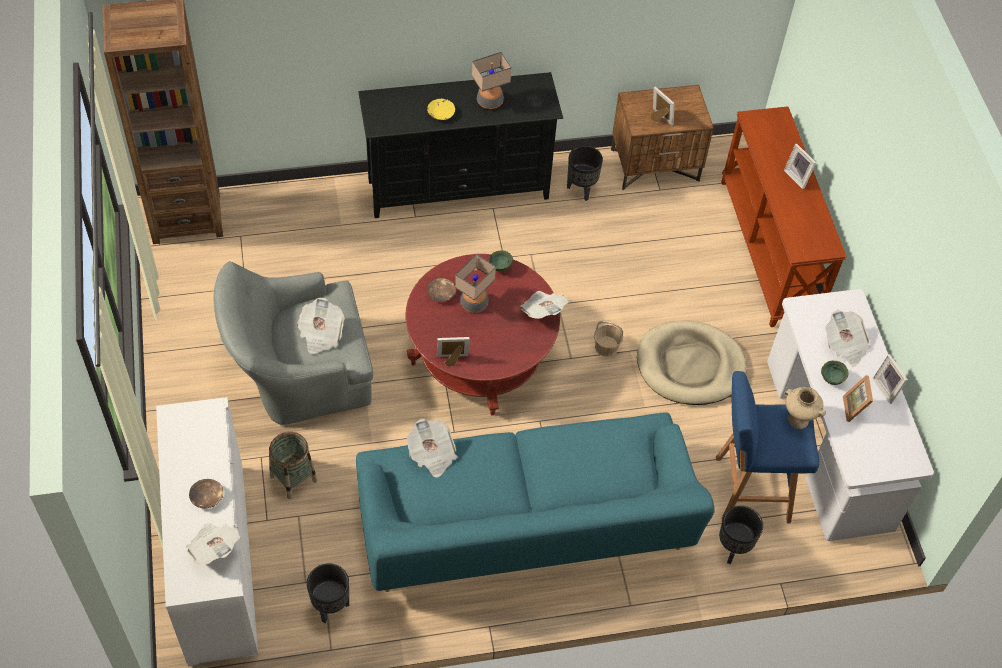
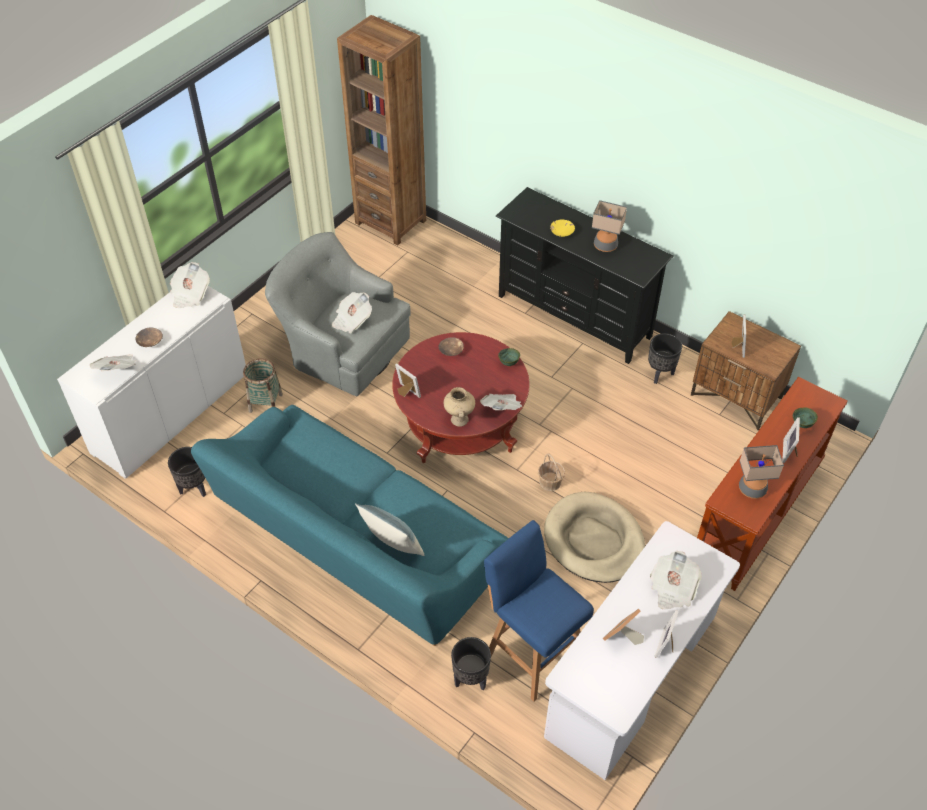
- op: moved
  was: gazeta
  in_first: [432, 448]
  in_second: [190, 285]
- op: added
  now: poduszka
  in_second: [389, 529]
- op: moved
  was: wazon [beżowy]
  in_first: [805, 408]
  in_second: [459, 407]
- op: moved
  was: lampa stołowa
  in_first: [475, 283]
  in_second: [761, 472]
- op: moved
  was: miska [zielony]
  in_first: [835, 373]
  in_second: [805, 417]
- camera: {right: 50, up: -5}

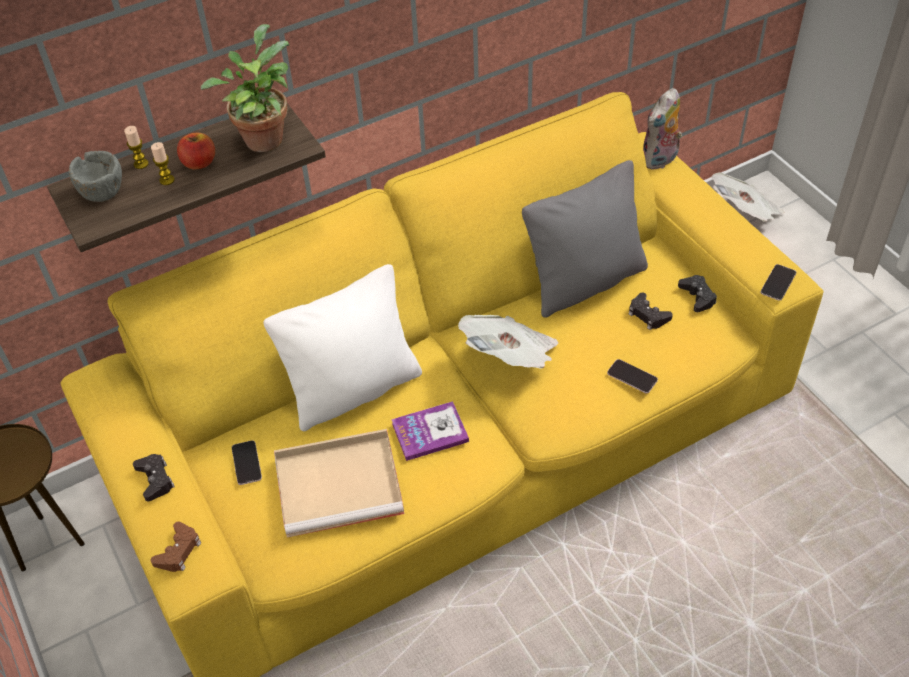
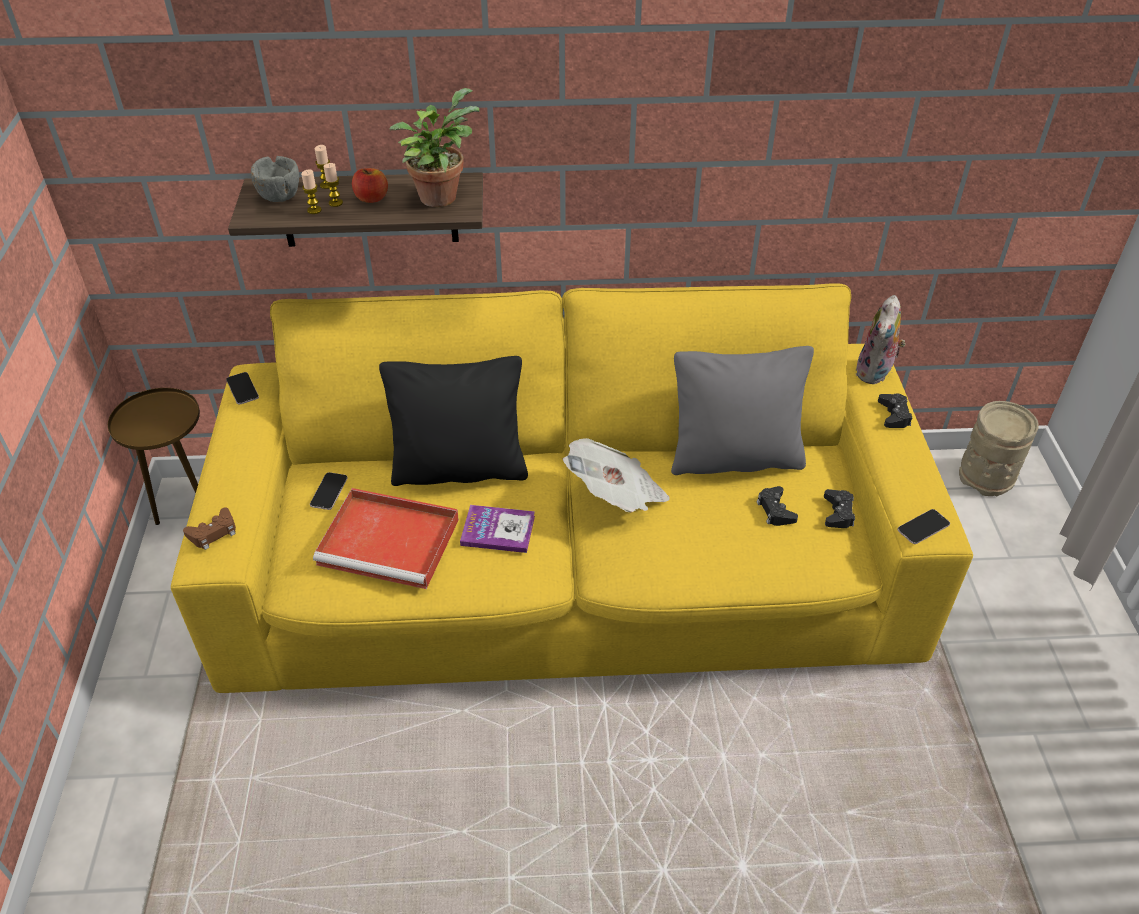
- op: moved
  was: telefon
  in_first: [632, 376]
  in_second: [242, 388]
- op: added
  now: świeca
  in_second: [311, 191]
- op: recoloured
  was: taca [beżowy]
  now: taca [czerwony]
  in_first: [339, 483]
  in_second: [386, 538]
- op: recoloured
  was: poduszka [biały]
  now: poduszka [czarny]
  in_first: [343, 347]
  in_second: [453, 421]
- op: turned
  was: pluszak
  in_first: [662, 129]
  in_second: [881, 339]
  clockwise: -45
- op: moved
  was: pad do gier [czarny]
  in_first: [154, 477]
  in_second: [895, 410]
- op: replaced
  was: gazeta
  now: wazon [beżowy]
  in_first: [747, 197]
  in_second: [999, 449]
- camera: {right: 25, up: -5}

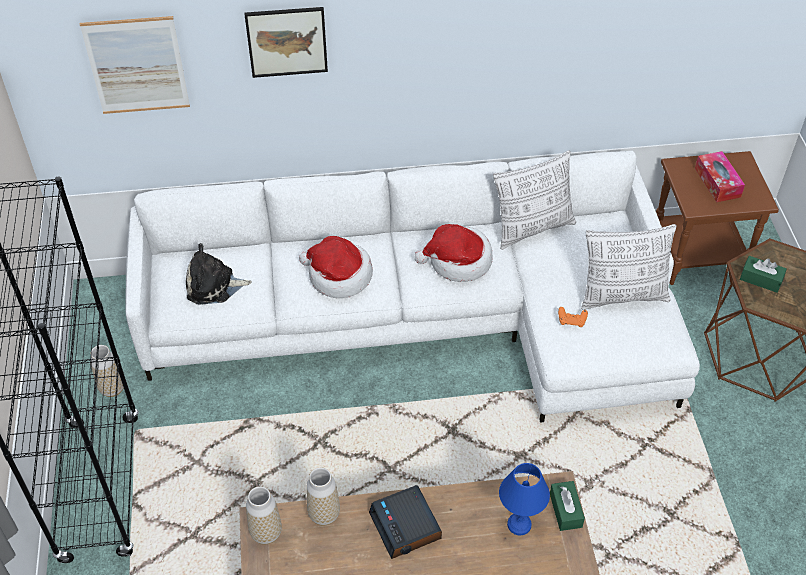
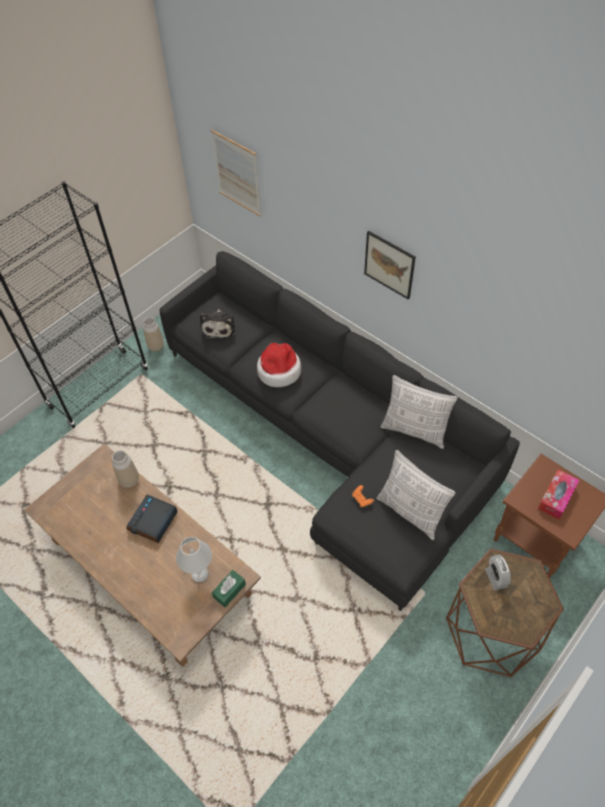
- op: recoloured
  was: kanapa [biały]
  now: kanapa [czarny]
  in_first: [413, 287]
  in_second: [340, 431]
- op: recoloured
  was: lampa stołowa [niebieski]
  now: lampa stołowa [biały]
  in_first: [524, 499]
  in_second: [194, 559]
- op: turned
  was: pluszak
  in_first: [219, 274]
  in_second: [217, 324]
  clockwise: -135
- op: moved
  was: obraz
  in_first: [286, 42]
  in_second: [390, 265]
- op: replaced
  was: pudełko chusteczek [zielony]
  now: budzik
  in_first: [763, 274]
  in_second: [498, 572]
- op: removed
  was: wazon
  in_first: [264, 515]
- op: removed
  was: kapelusz
  in_first: [453, 253]
- camera: {right: 50, up: 5}

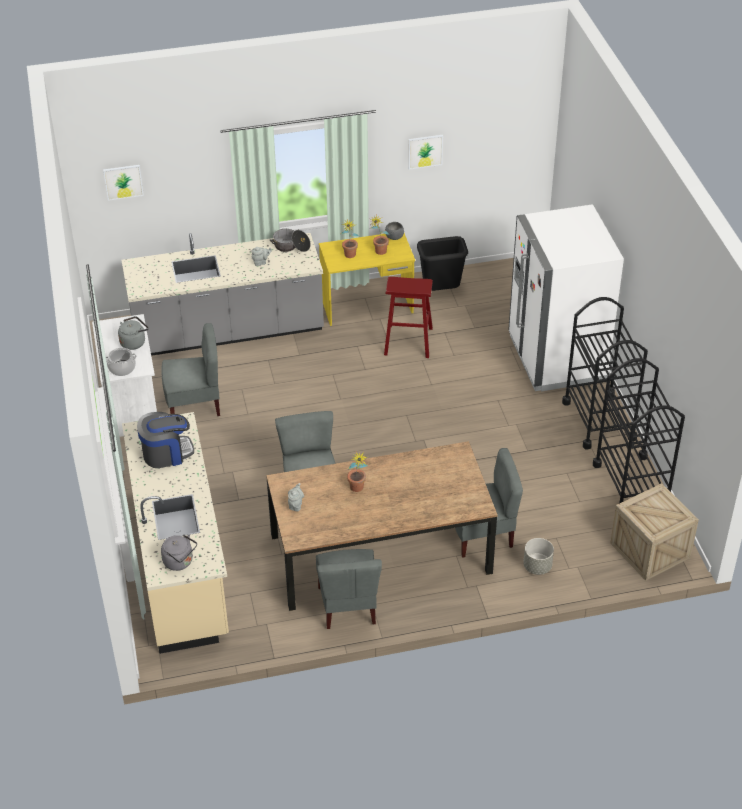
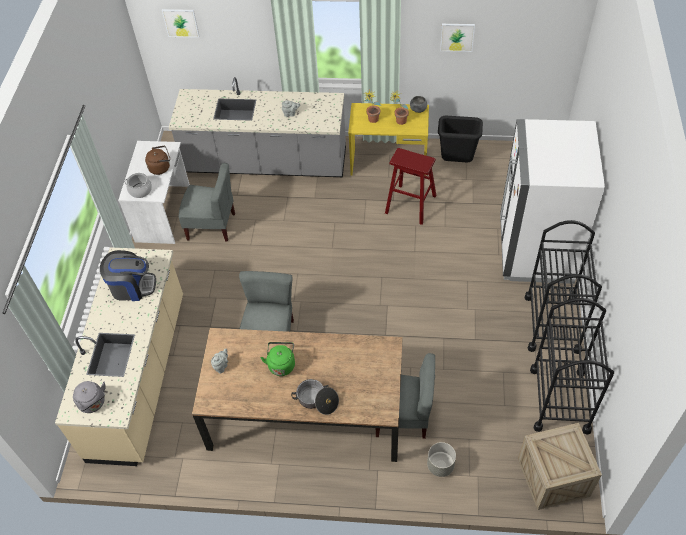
- op: recoloured
  was: czajnik [szary]
  now: czajnik [brązowy]
  in_first: [133, 333]
  in_second: [157, 160]
- op: replaced
  was: roślina doniczkowa
  now: czajnik [zielony]
  in_first: [358, 472]
  in_second: [277, 359]
- op: moved
  was: garnek
  in_first: [290, 240]
  in_second: [315, 397]
- op: removed
  was: krzesło [szary]
  in_first: [349, 589]
- camera: {right: 20, up: 10}

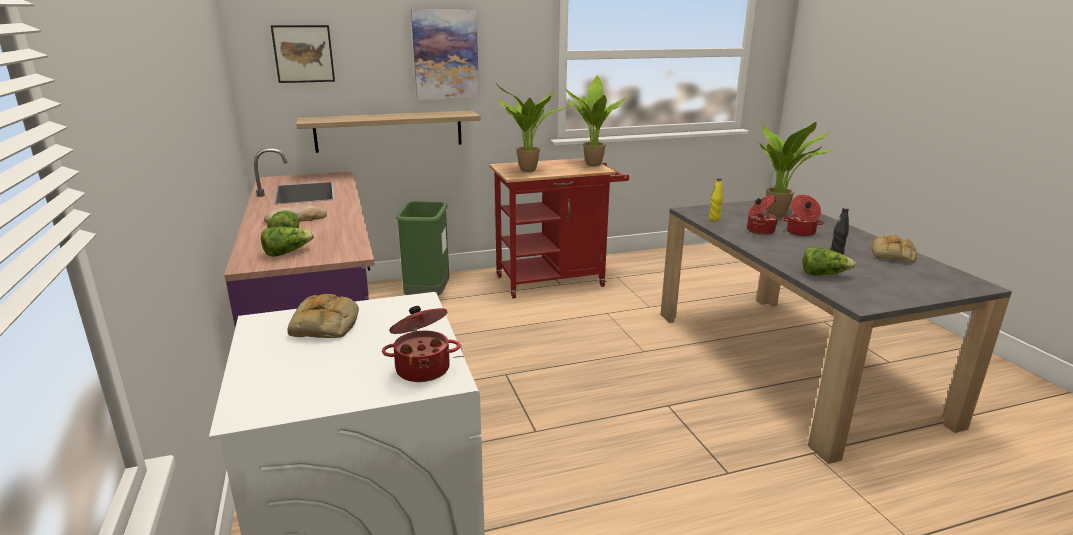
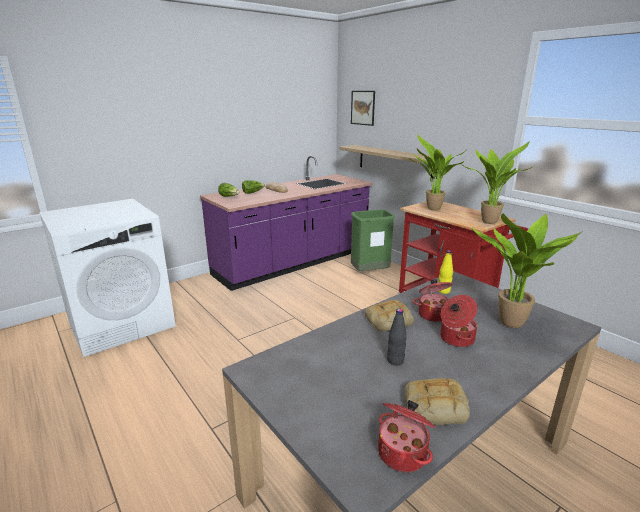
- op: moved
  was: chleb
  in_first: [323, 316]
  in_second: [389, 316]
- op: moved
  was: garnek
  in_first: [421, 344]
  in_second: [407, 436]
- op: removed
  was: obraz
  in_first: [445, 55]
- op: removed
  was: sałata
  in_first: [829, 261]
- camera: {right: 70, up: 0}

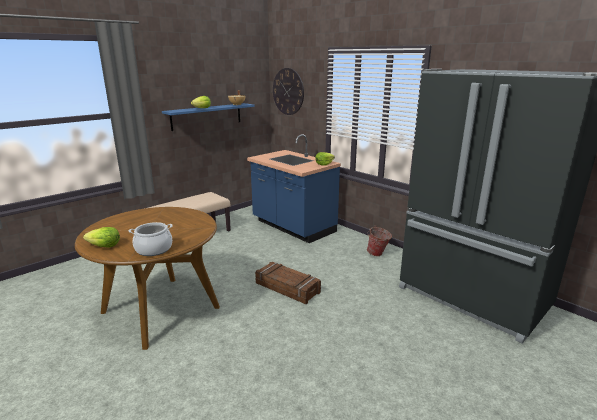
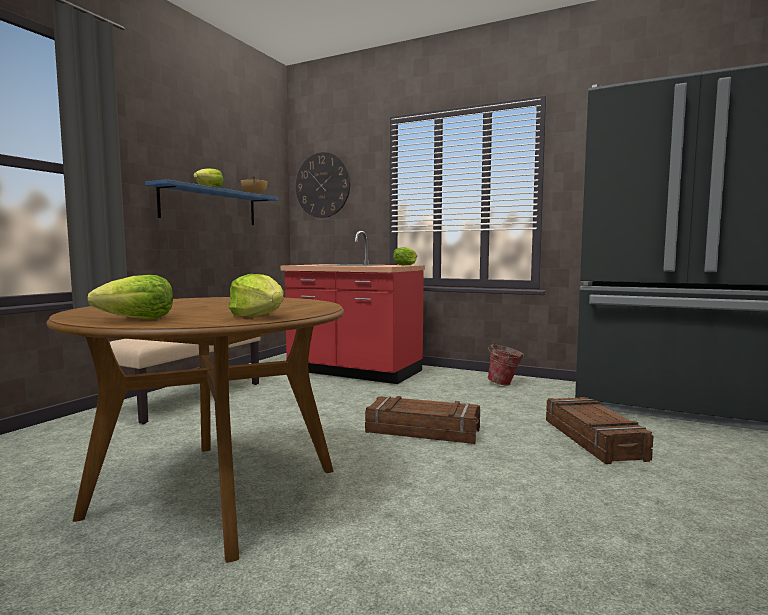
- op: replaced
  was: garnek
  now: sałata
  in_first: [151, 239]
  in_second: [256, 295]
- op: recoloured
  was: zabudowa kuchenna [niebieski]
  now: zabudowa kuchenna [czerwony]
  in_first: [294, 188]
  in_second: [353, 307]
- op: added
  now: skrzynka
  in_second: [600, 430]
- camera: {right: -20, up: -15}

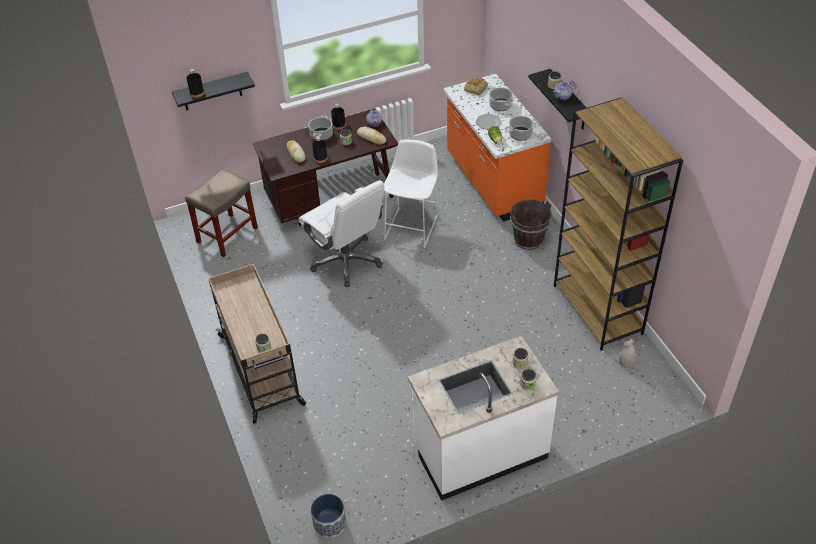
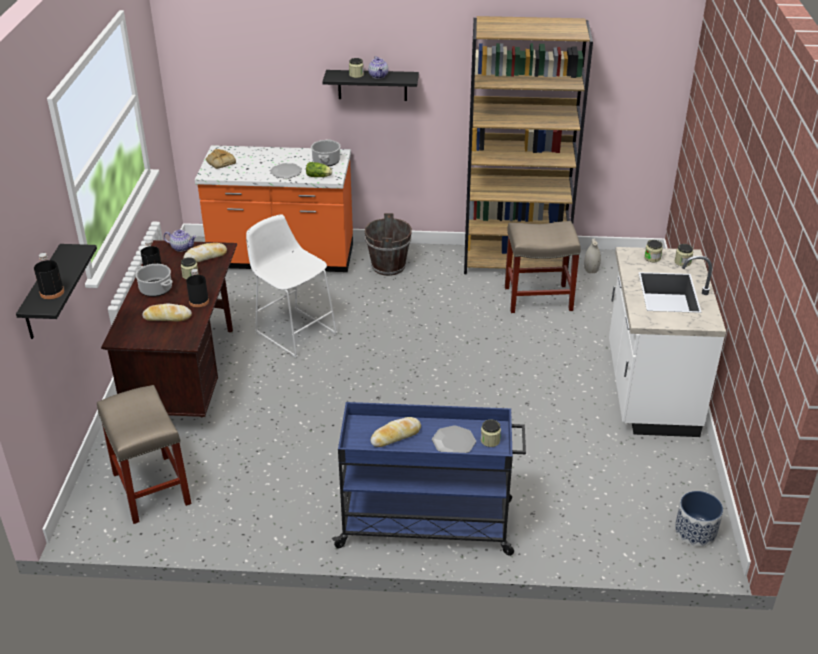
- op: recoloured
  was: wózek [beżowy]
  now: wózek [niebieski]
  in_first: [257, 344]
  in_second: [429, 479]
- op: added
  now: chleb
  in_second: [396, 432]
- op: added
  now: talerz
  in_second: [454, 439]
- op: added
  now: stołek [beżowy]
  in_second: [543, 267]
- op: removed
  was: krzesło biurowe [biały]
  in_first: [341, 233]
- op: removed
  was: garnek
  in_first: [501, 99]
- camera: {right: -65, up: -10}

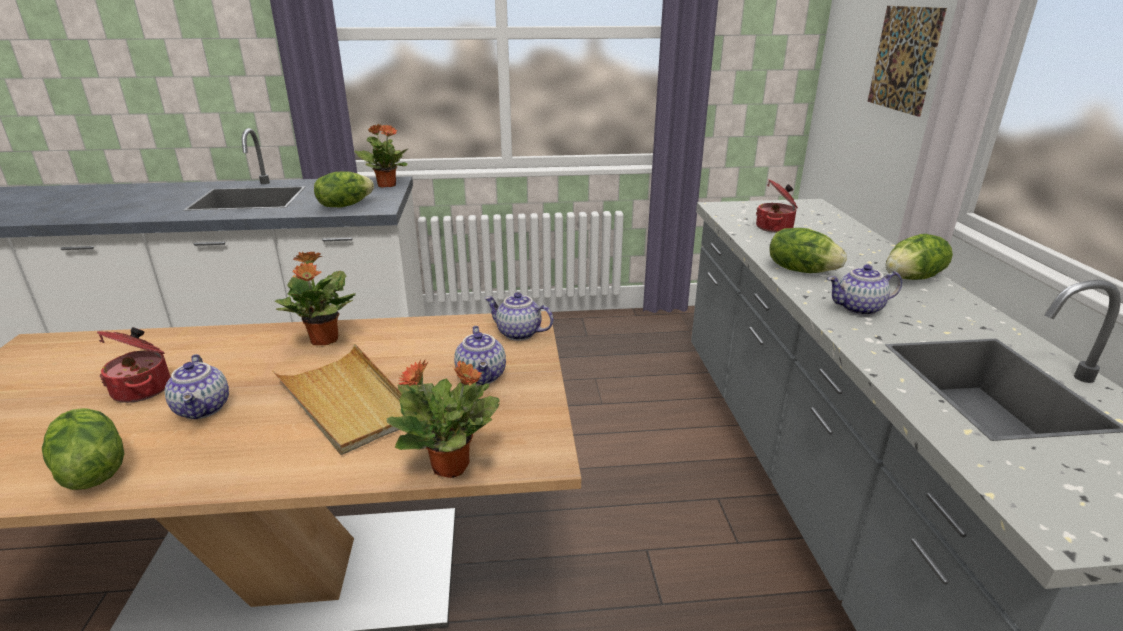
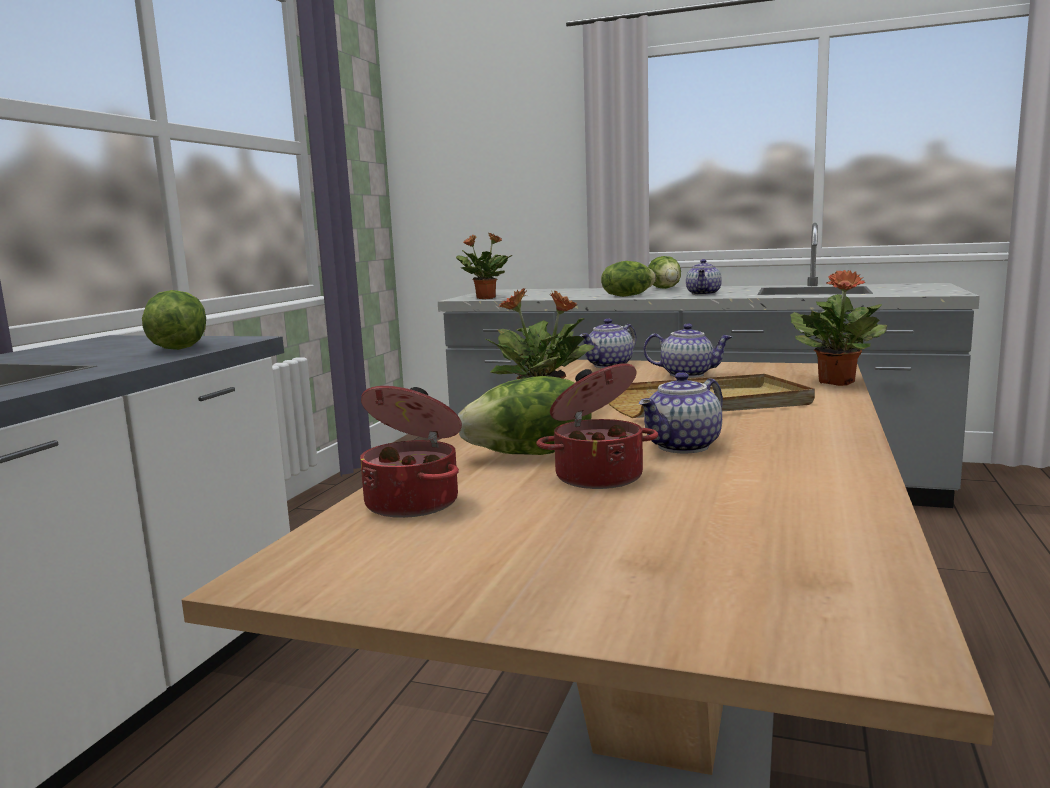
- op: moved
  was: garnek
  in_first: [777, 206]
  in_second: [411, 452]
- op: moved
  was: roślina doniczkowa
  in_first: [381, 156]
  in_second: [484, 265]
- op: moved
  was: sałata
  in_first: [83, 449]
  in_second: [525, 415]
- op: turned
  was: imbryk
  in_first: [197, 386]
  in_second: [681, 413]
  clockwise: 135
- op: removed
  was: obraz
  in_first: [907, 61]
- camera: {right: -65, up: -15}

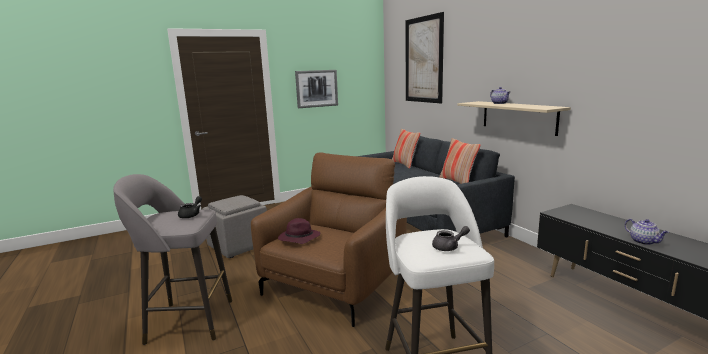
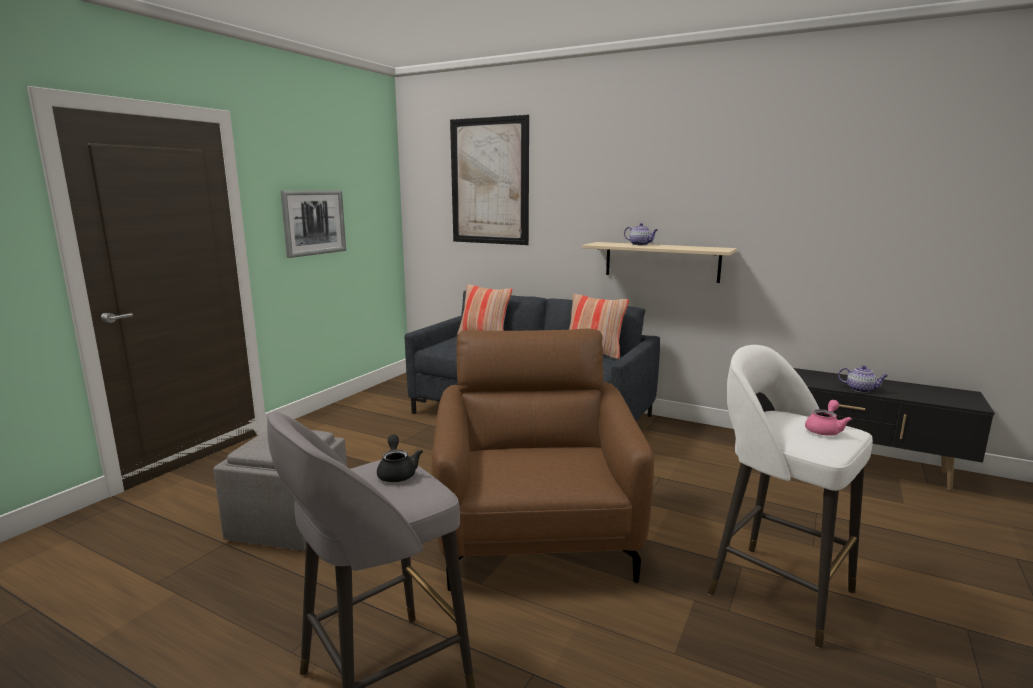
- op: recoloured
  was: imbryk [szary]
  now: imbryk [różowy]
  in_first: [451, 238]
  in_second: [828, 418]
- op: removed
  was: kapelusz [fioletowy]
  in_first: [299, 231]
- camera: {right: -35, up: 0}

